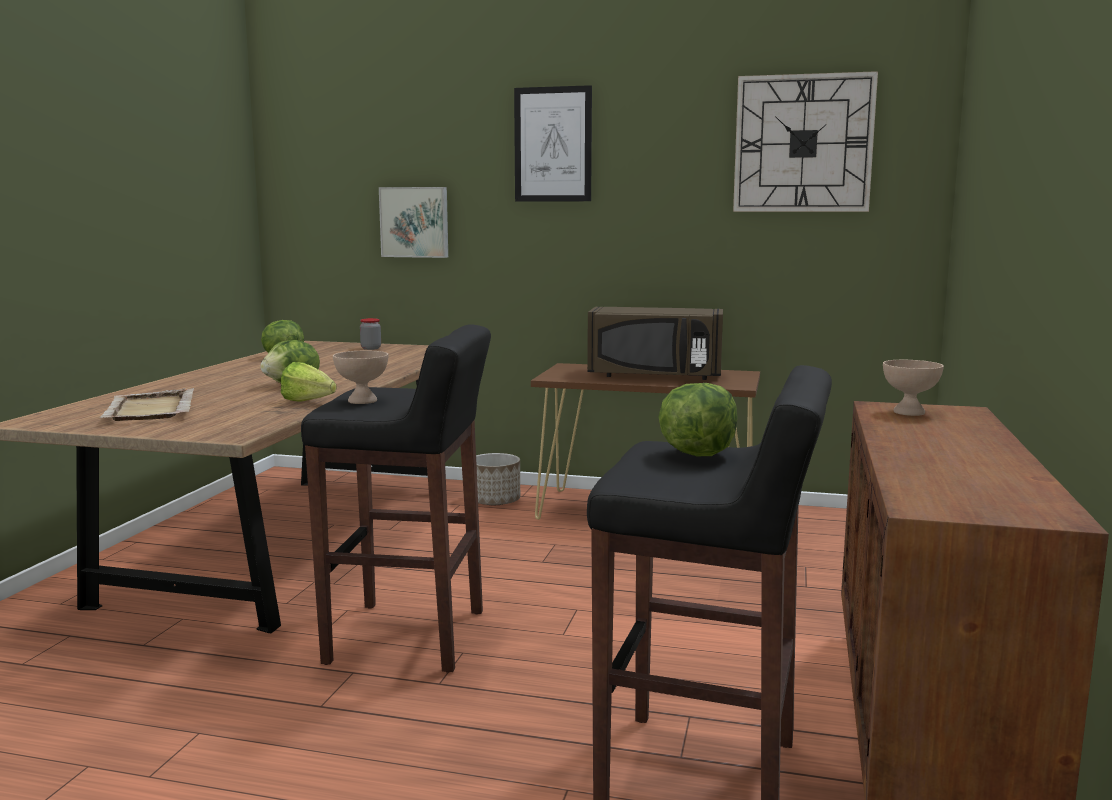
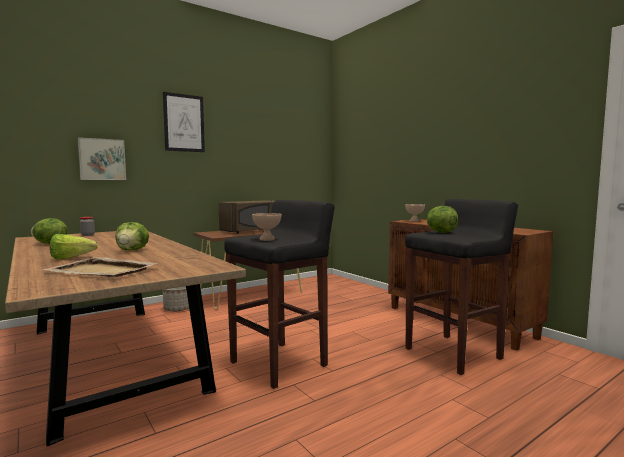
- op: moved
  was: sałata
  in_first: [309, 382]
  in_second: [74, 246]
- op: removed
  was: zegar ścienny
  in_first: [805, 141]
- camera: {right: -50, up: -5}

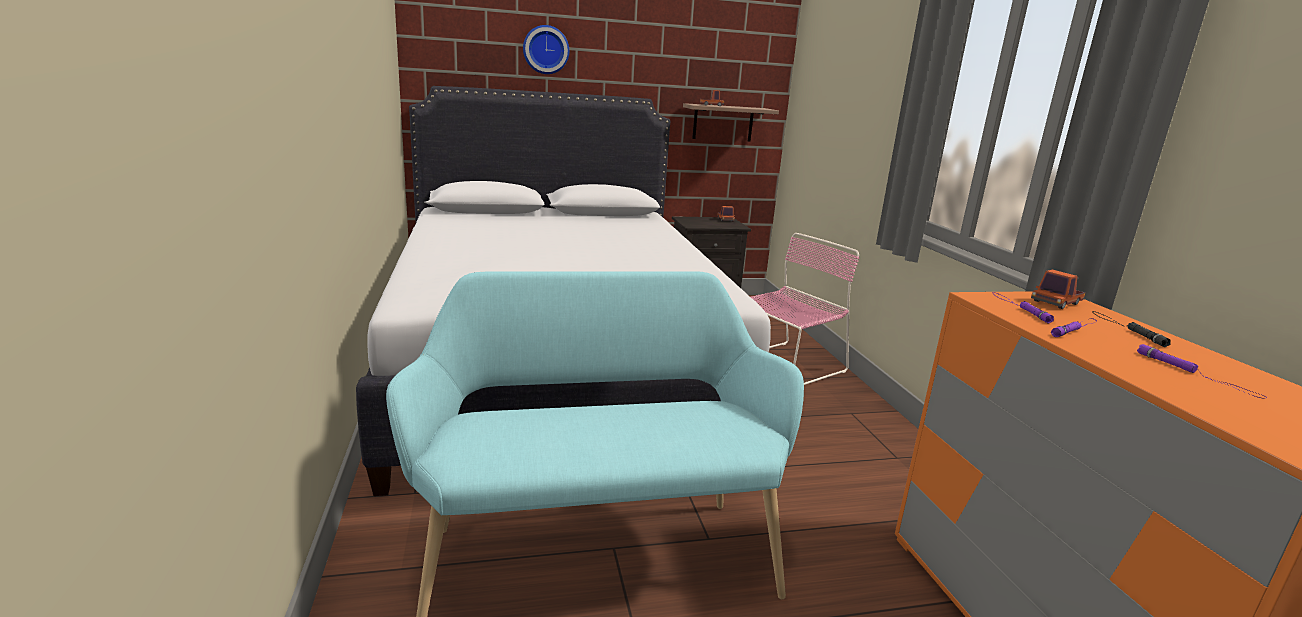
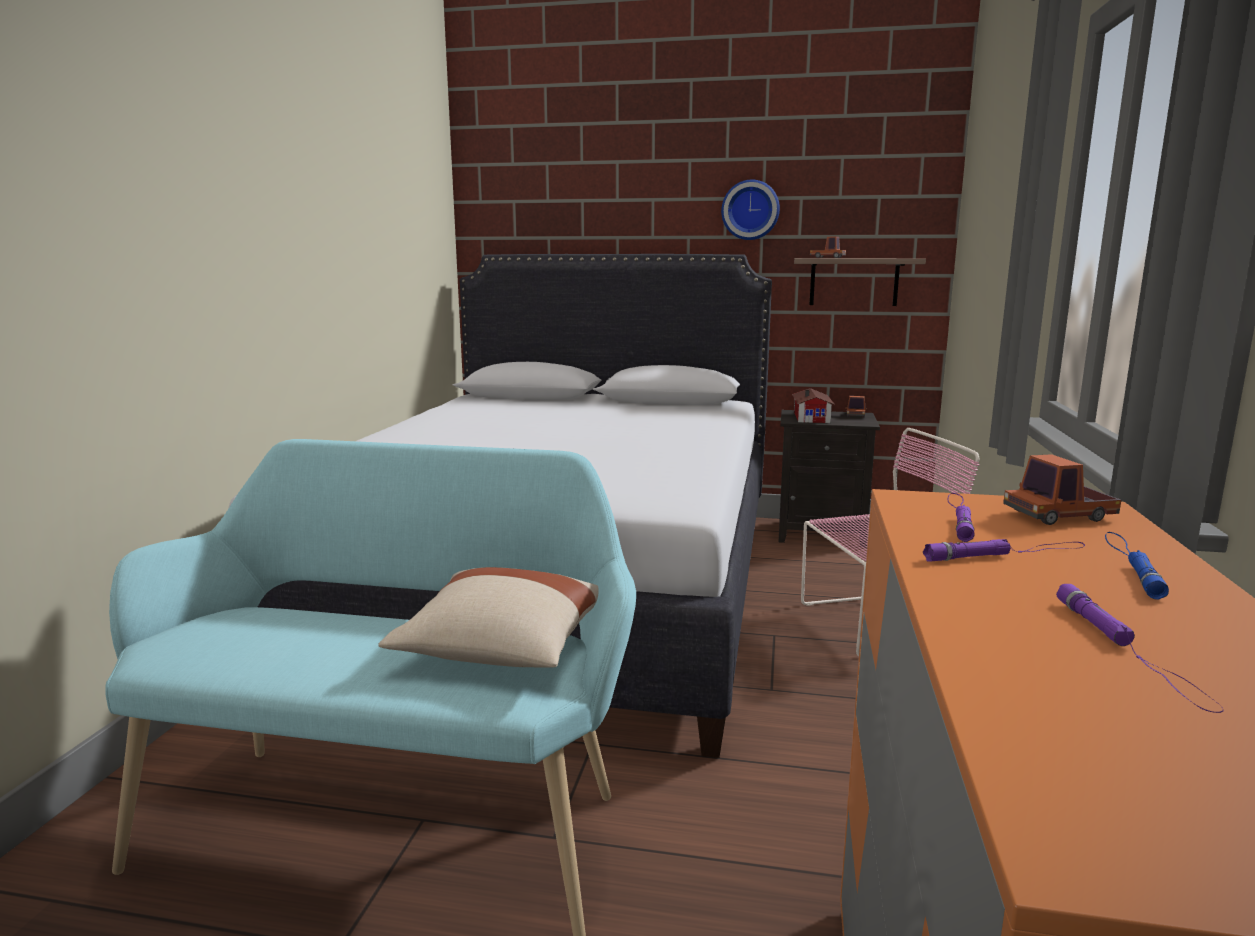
- op: added
  now: poduszka [beżowy]
  in_second: [489, 617]
- op: moved
  was: zegar ścienny
  in_first: [546, 49]
  in_second: [750, 210]
- op: added
  now: domek
  in_second: [813, 405]
- op: recoloured
  was: latarka [czarny]
  now: latarka [niebieski]
  in_first: [1131, 329]
  in_second: [1137, 566]
- camera: {right: 25, up: -5}

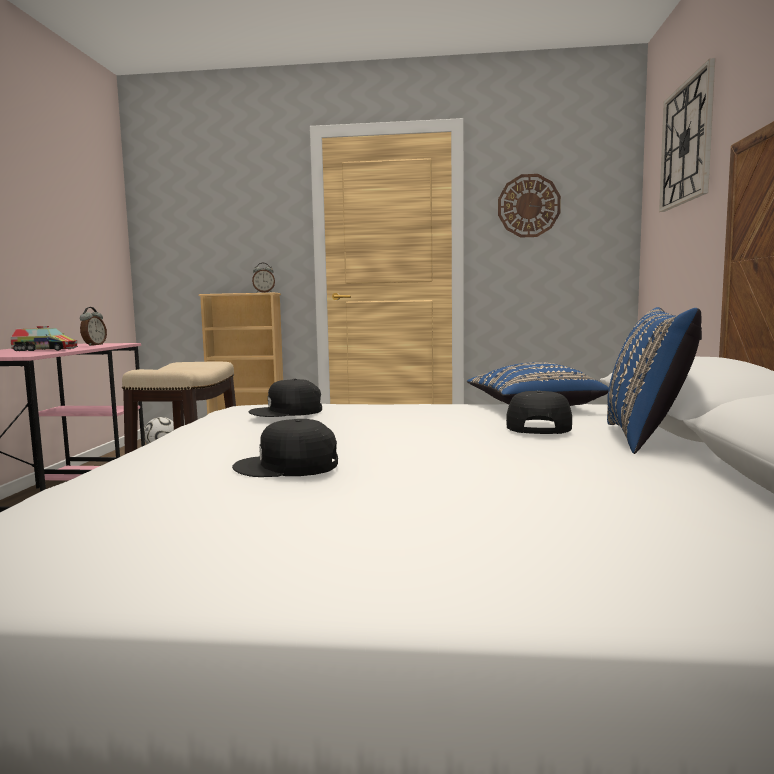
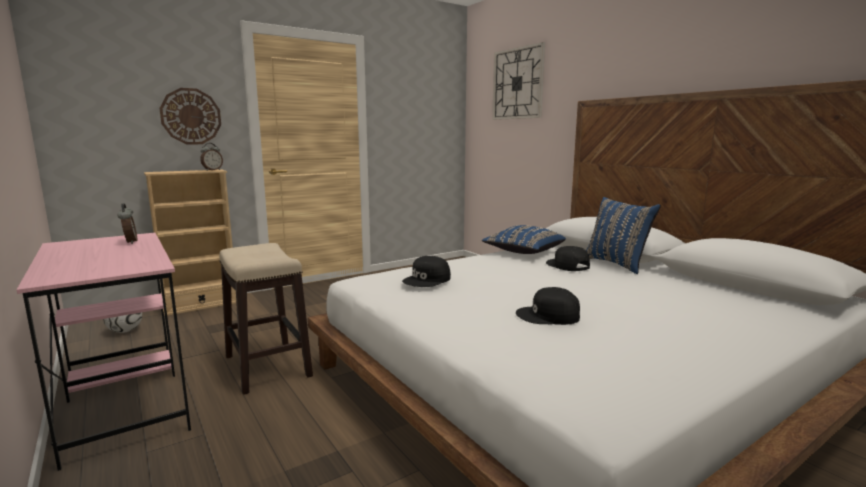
- op: moved
  was: zegar ścienny
  in_first: [529, 206]
  in_second: [190, 116]
- op: turned
  was: czapka z daszkiem [czarny]
  in_first: [285, 448]
  in_second: [548, 306]
  clockwise: 45
- op: removed
  was: ciężarówka zabawkowa
  in_first: [44, 338]
- camera: {right: -40, up: 5}

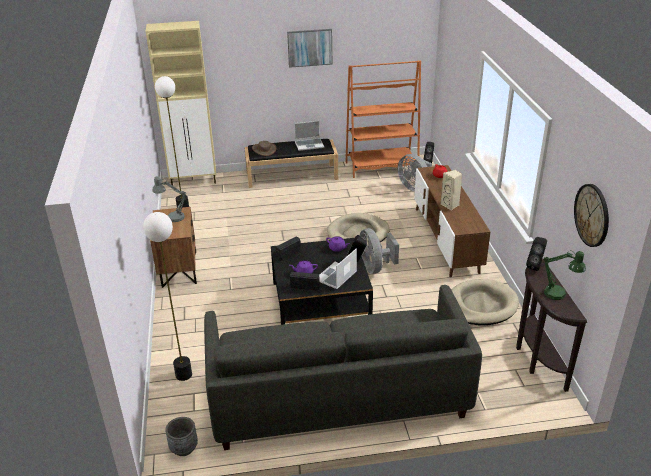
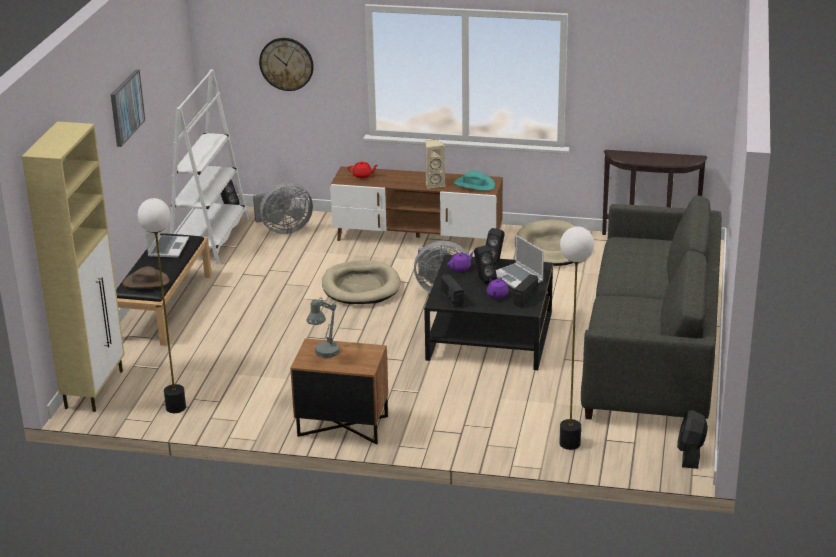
- op: recoloured
  was: regał [pomarańczowy]
  now: regał [biały]
  in_first: [383, 119]
  in_second: [209, 166]
- op: moved
  was: zegar ścienny
  in_first: [591, 215]
  in_second: [286, 64]
- op: added
  now: kapelusz [turkusowy]
  in_second: [474, 180]
- op: moved
  was: głośnik [czarny]
  in_first: [536, 254]
  in_second: [485, 264]
- op: replaced
  was: donica [szary]
  now: wentylator [czarny]
  in_first: [181, 436]
  in_second: [692, 439]
- op: removed
  was: lampa stołowa [zielony]
  in_first: [565, 275]
- camera: {right: -70, up: -5}

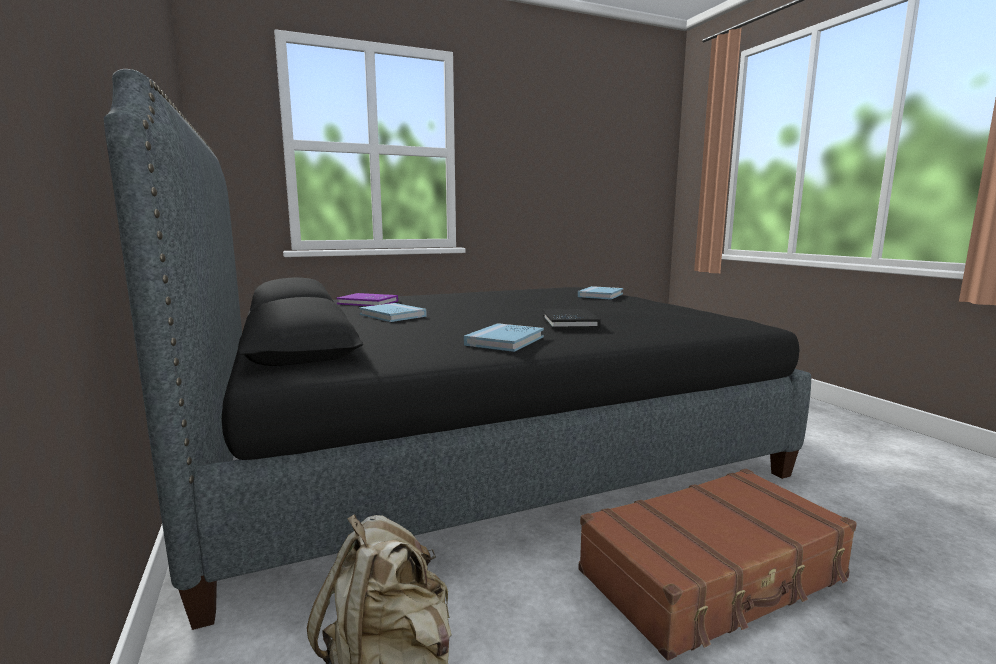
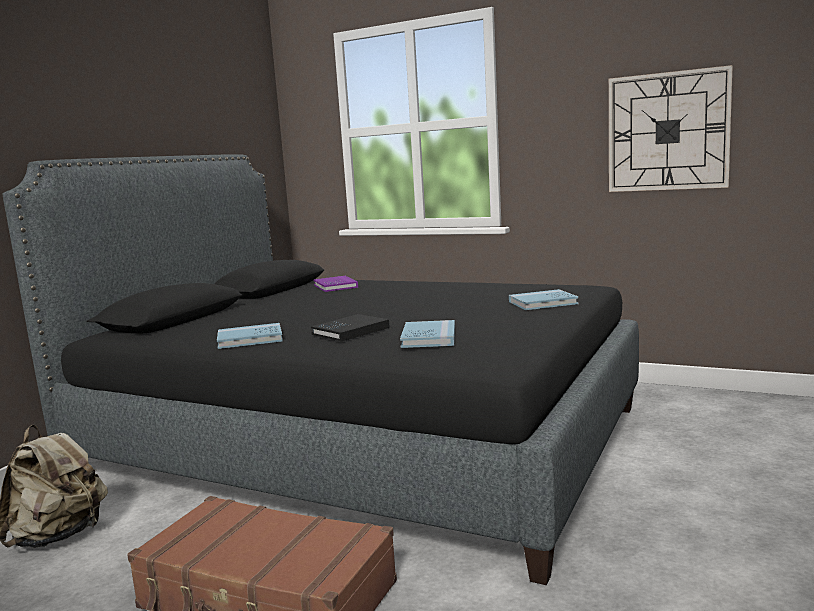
- op: moved
  was: książka [niebieski]
  in_first: [393, 312]
  in_second: [427, 334]
- op: added
  now: zegar ścienny
  in_second: [671, 128]
- camera: {right: 50, up: 0}

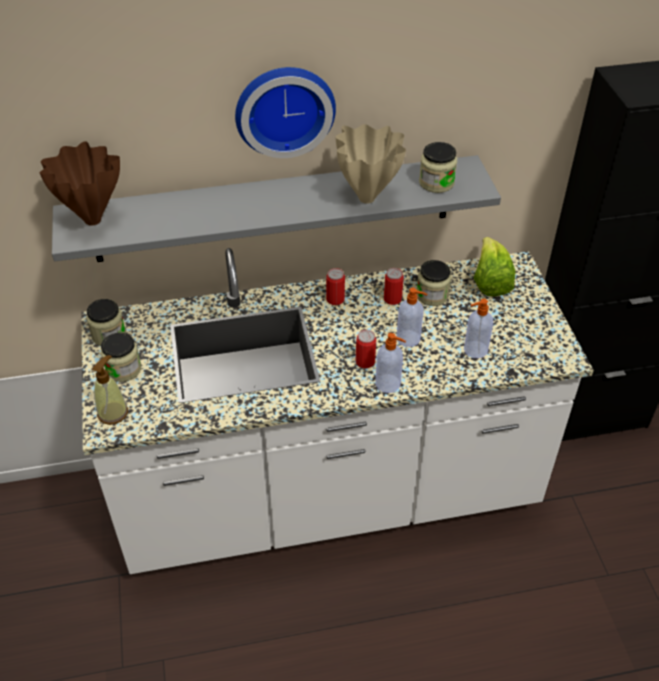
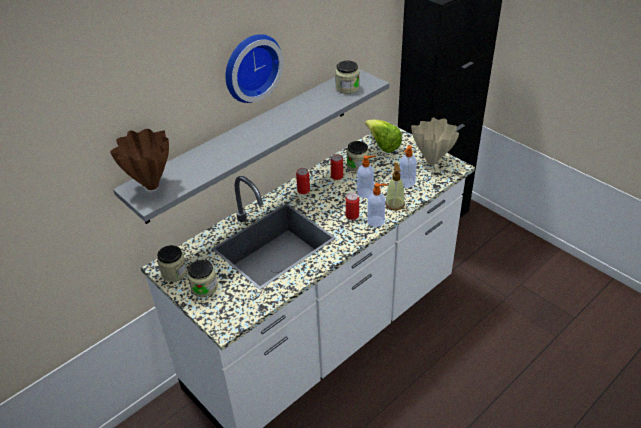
- op: moved
  was: dozownik mydła
  in_first: [110, 390]
  in_second: [395, 186]
- op: moved
  was: wazon [beżowy]
  in_first: [370, 164]
  in_second: [435, 141]
- camera: {right: -30, up: -5}

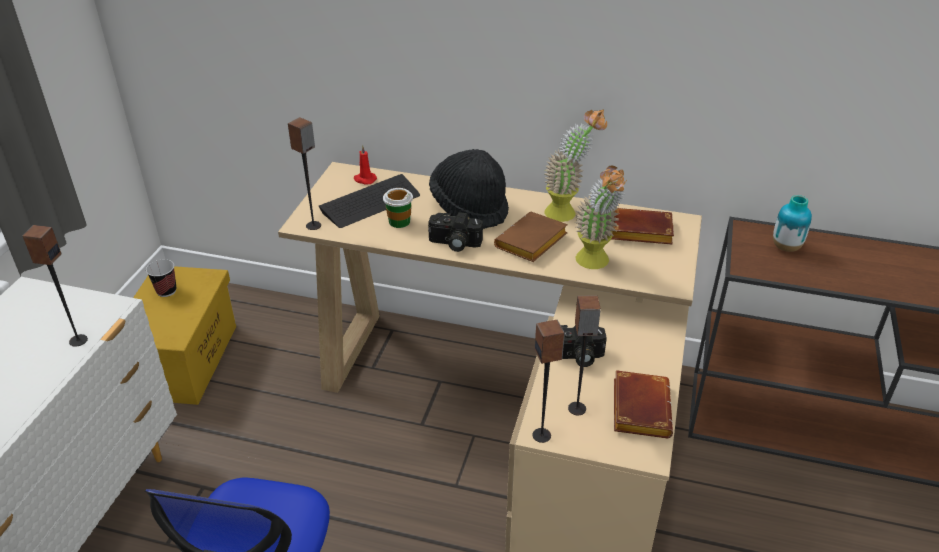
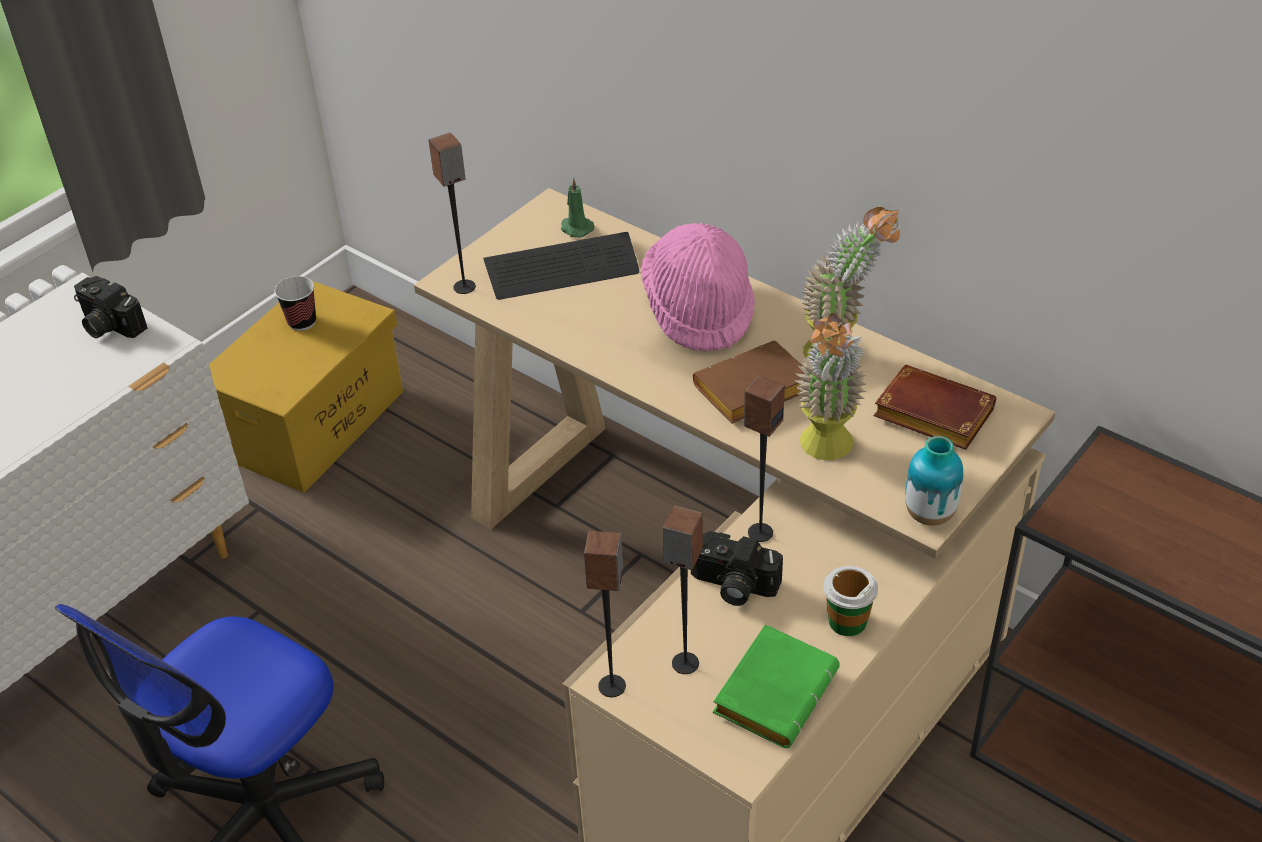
- op: moved
  was: aparat fotograficzny
  in_first: [455, 232]
  in_second: [110, 307]
- op: recoloured
  was: świeca [czerwony]
  now: świeca [zielony]
  in_first: [365, 165]
  in_second: [578, 208]
- op: recoloured
  was: kapelusz [czarny]
  now: kapelusz [różowy]
  in_first: [469, 189]
  in_second: [698, 287]
- op: recoloured
  was: książka [brązowy]
  now: książka [zielony]
  in_first: [643, 404]
  in_second: [776, 686]
- op: moved
  was: głośnik
  in_first: [55, 286]
  in_second: [764, 459]
- op: moved
  was: filiżanka
  in_first: [398, 208]
  in_second: [850, 601]
- op: moved
  was: wazon
  in_first: [792, 223]
  in_second: [934, 481]
- camera: {right: 25, up: 5}

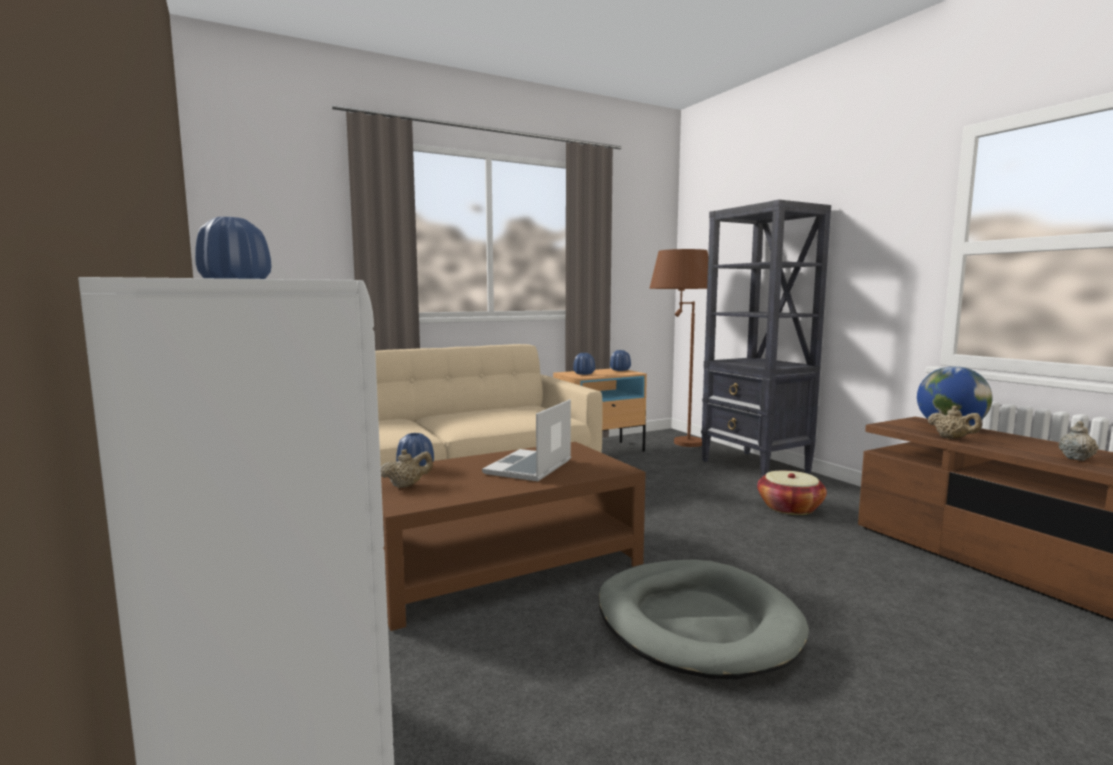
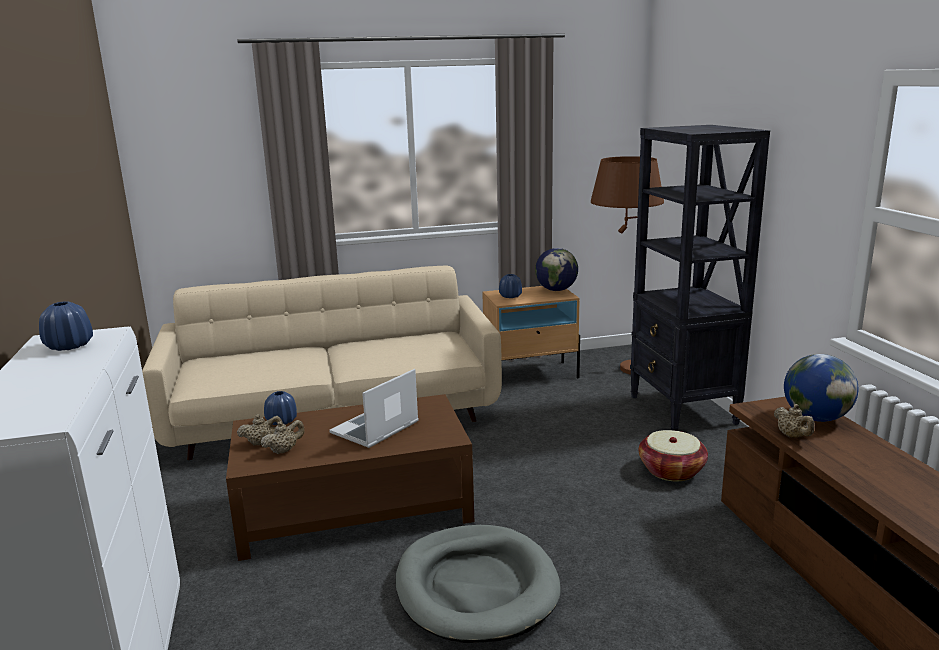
- op: moved
  was: imbryk [beżowy]
  in_first: [1079, 441]
  in_second: [283, 437]
- op: replaced
  was: wazon [niebieski]
  now: globus
  in_first: [620, 360]
  in_second: [556, 269]
- camera: {right: 15, up: 10}

